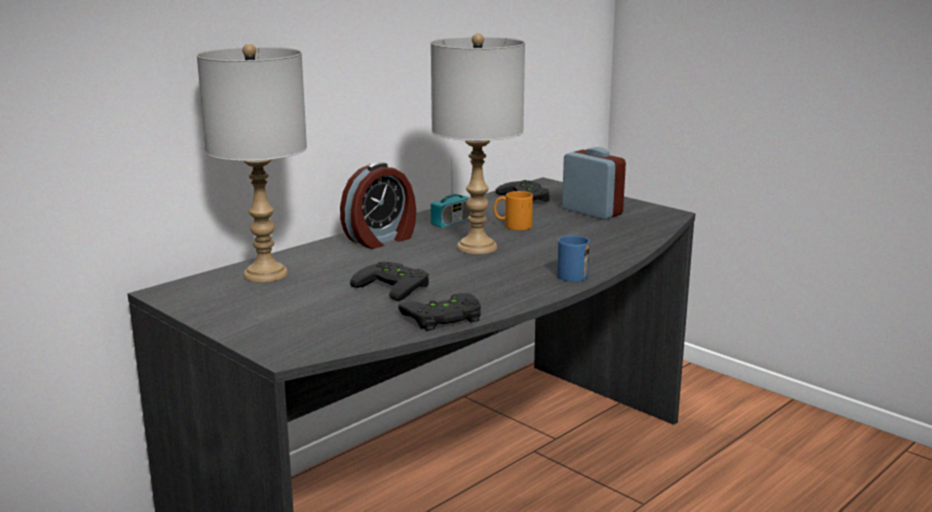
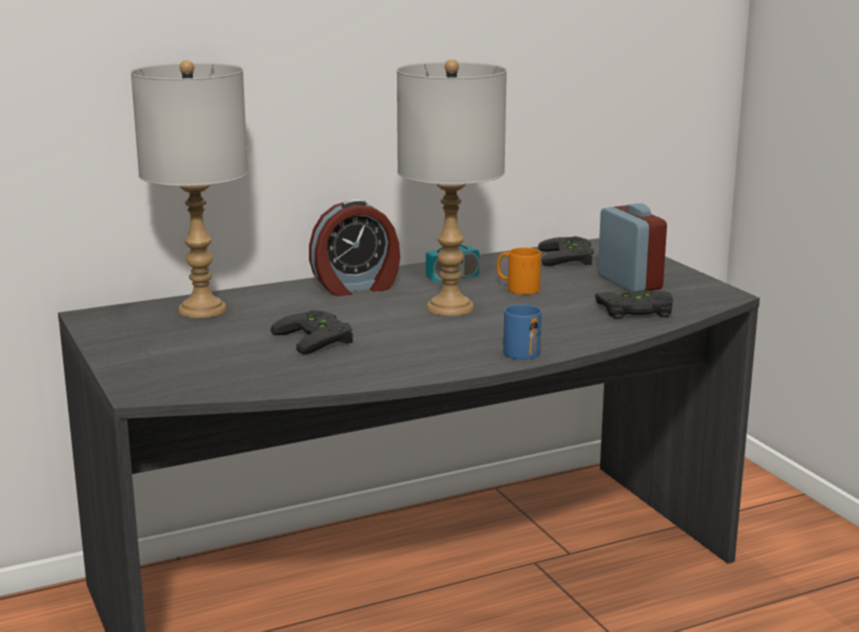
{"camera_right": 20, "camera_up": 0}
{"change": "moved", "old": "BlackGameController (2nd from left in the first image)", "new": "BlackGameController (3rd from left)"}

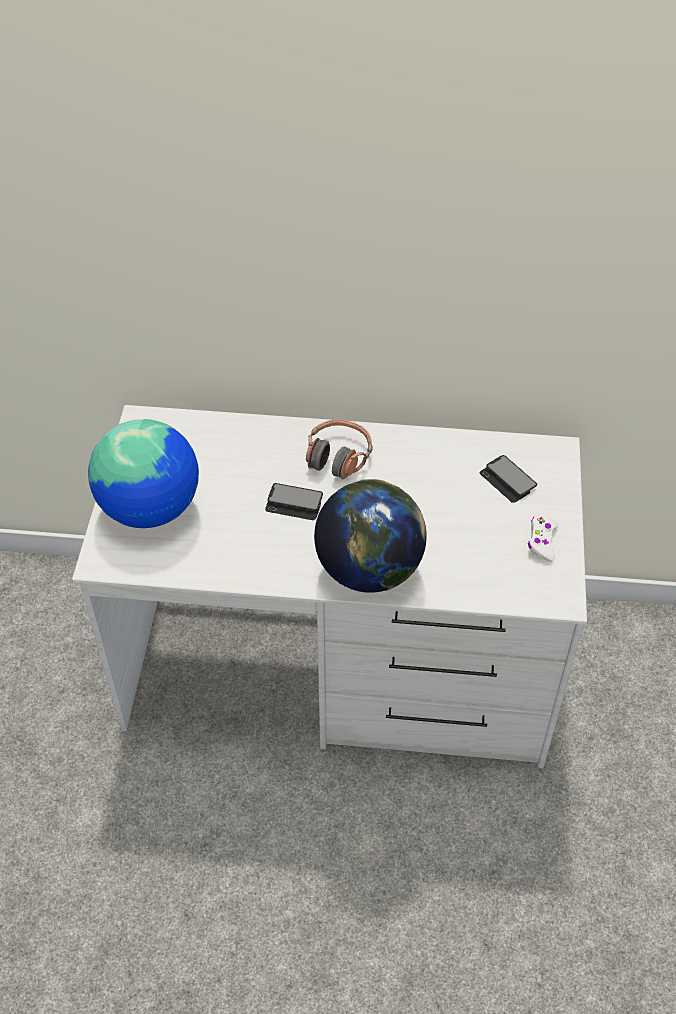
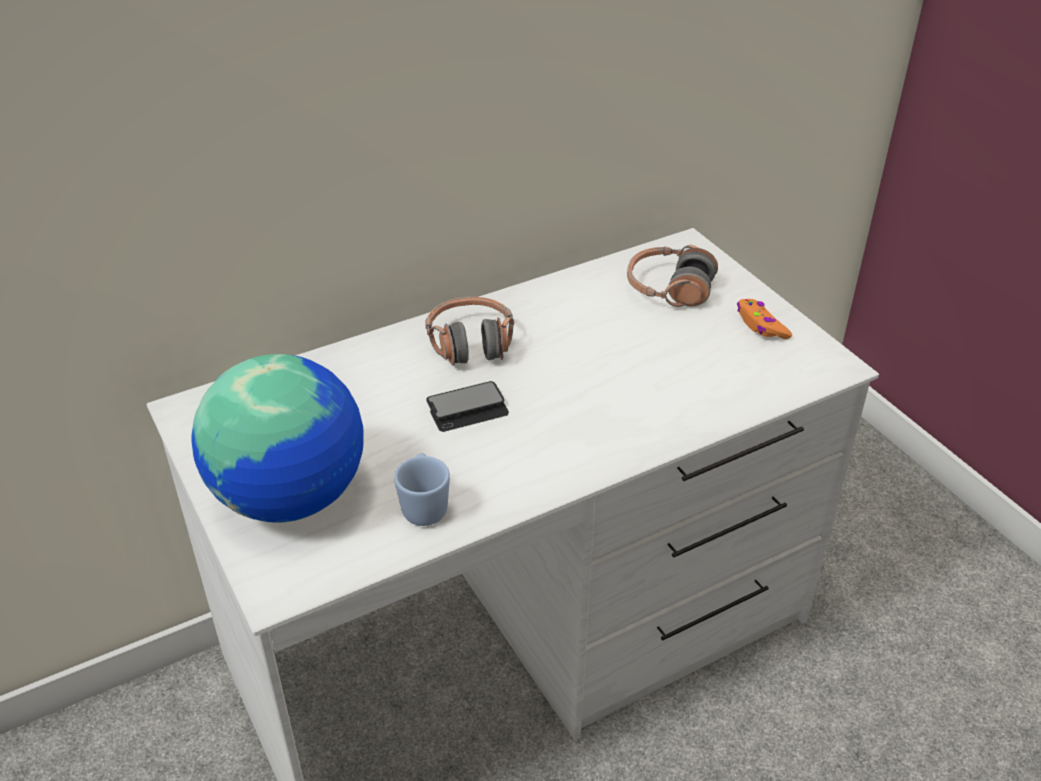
{"camera_right": -35, "camera_up": -10}
{"change": "added", "new": "BlueMug"}
{"change": "replaced", "old": "Phone (2nd from left)", "new": "Headphones (2nd from left)"}
{"change": "recoloured", "old": "WhiteGameController", "new": "OrangeGameController"}
{"change": "removed", "old": "Globe (2nd from left)"}

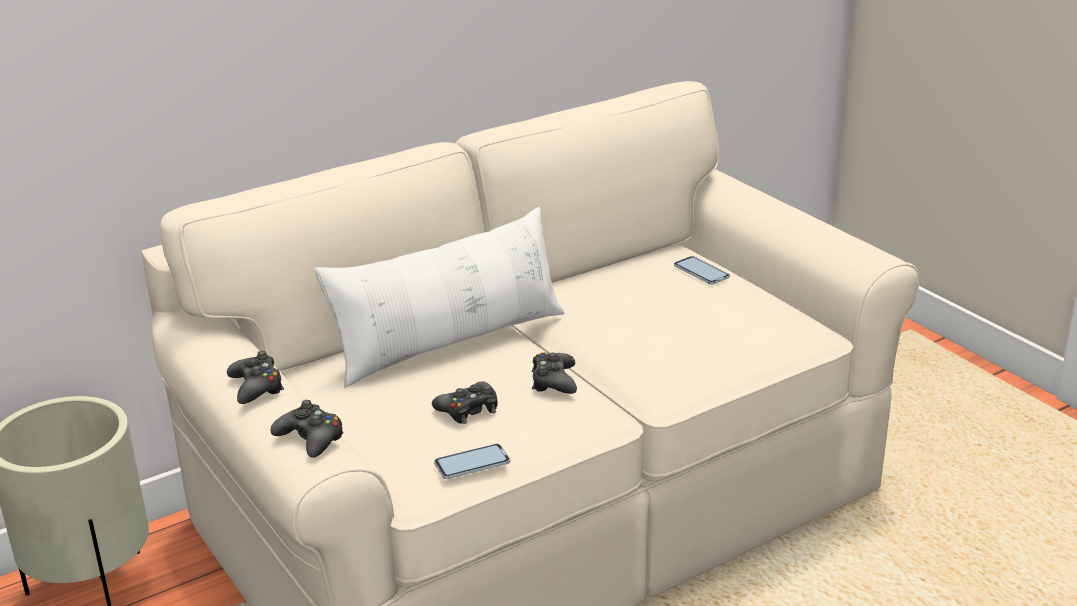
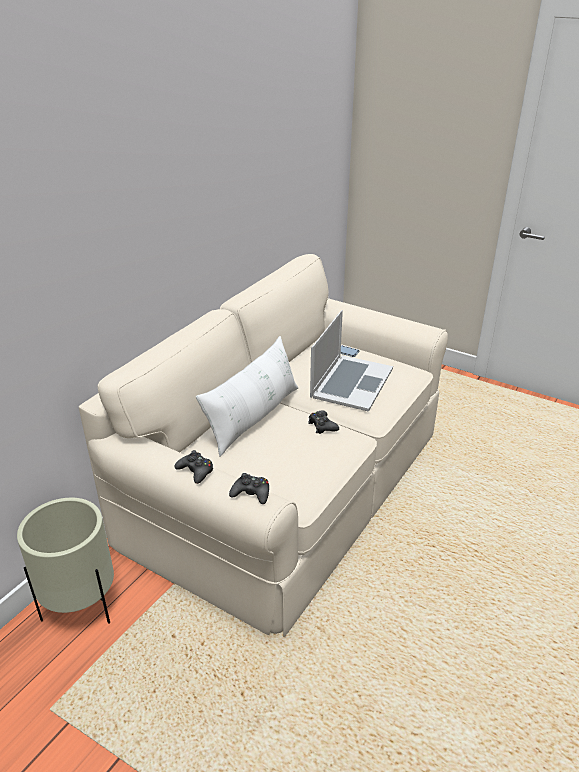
{"camera_right": -25, "camera_up": 5}
{"change": "added", "new": "Laptop"}
{"change": "removed", "old": "BlackGameController (3rd from left)"}
{"change": "removed", "old": "Phone (1st from left)"}

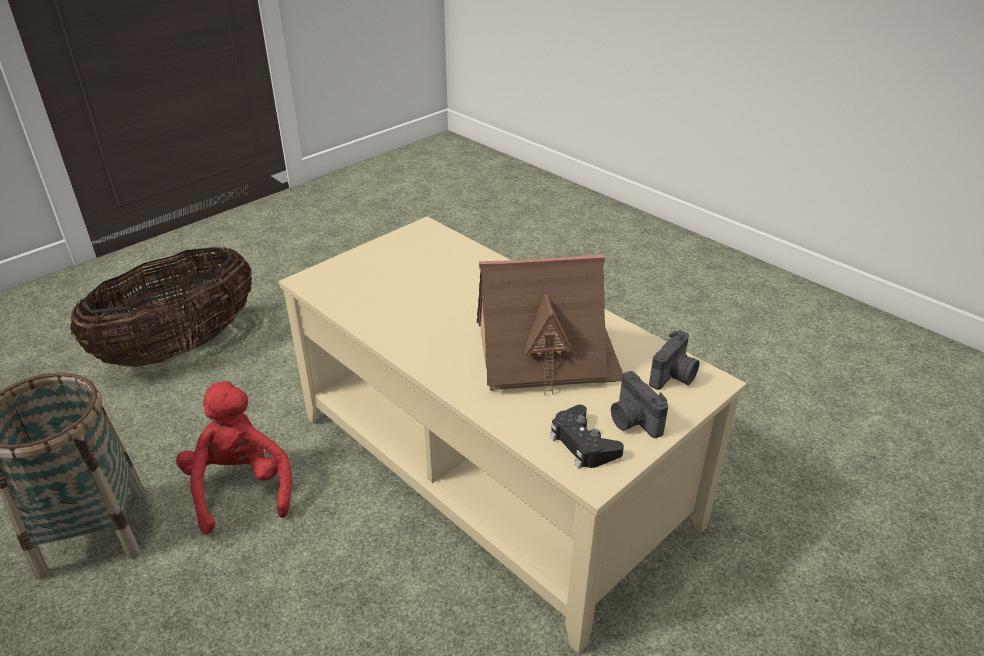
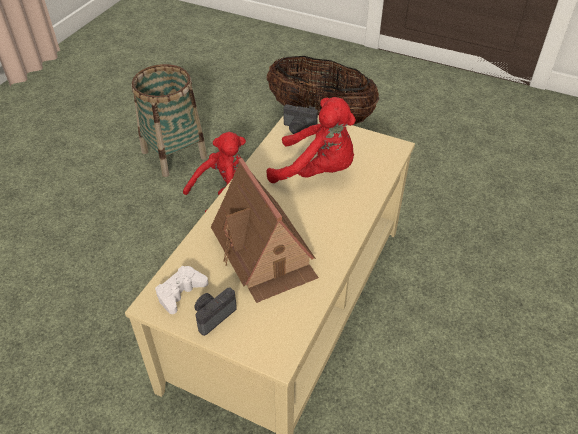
{"camera_right": 70, "camera_up": 10}
{"change": "recoloured", "old": "BlackGameController", "new": "WhiteGameController"}
{"change": "added", "new": "RedPlushToy (2nd from left)"}
{"change": "moved", "old": "PhotoCamera (2nd from left)"}

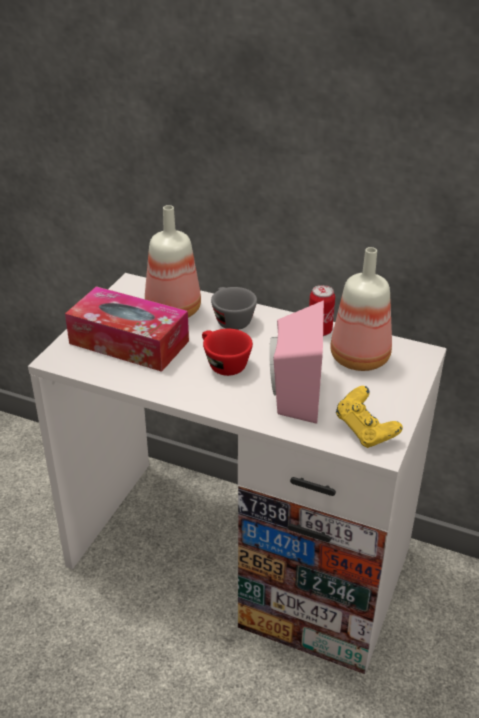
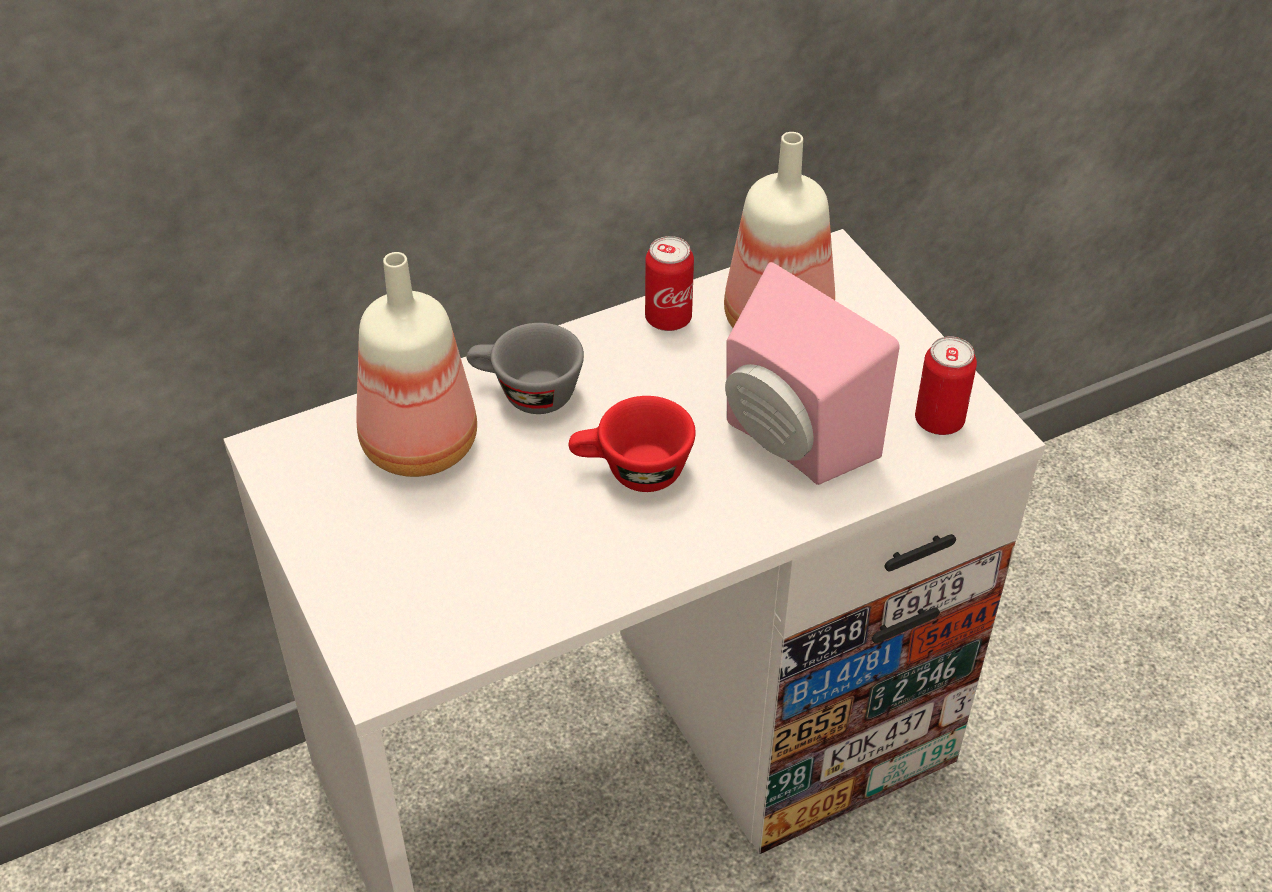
{"camera_right": -50, "camera_up": 10}
{"change": "replaced", "old": "YellowGameController", "new": "Can (2nd from left)"}
{"change": "removed", "old": "TissueBox"}

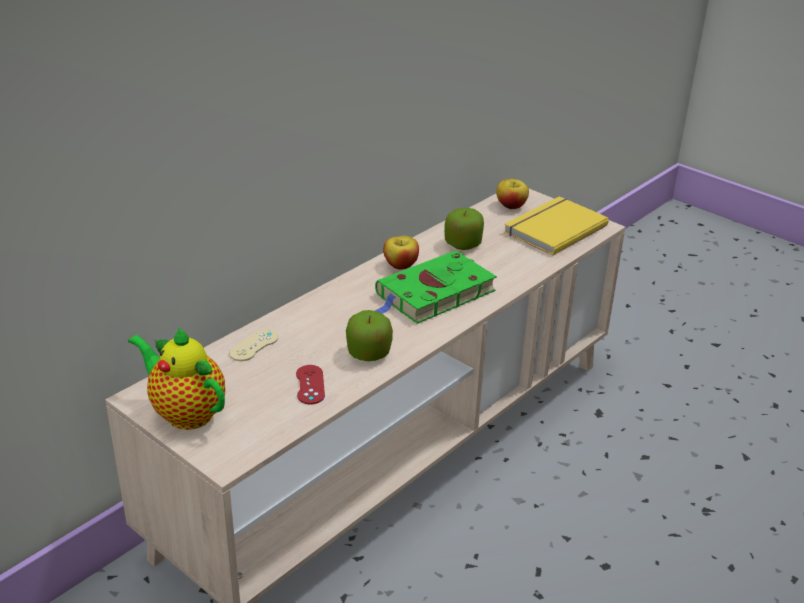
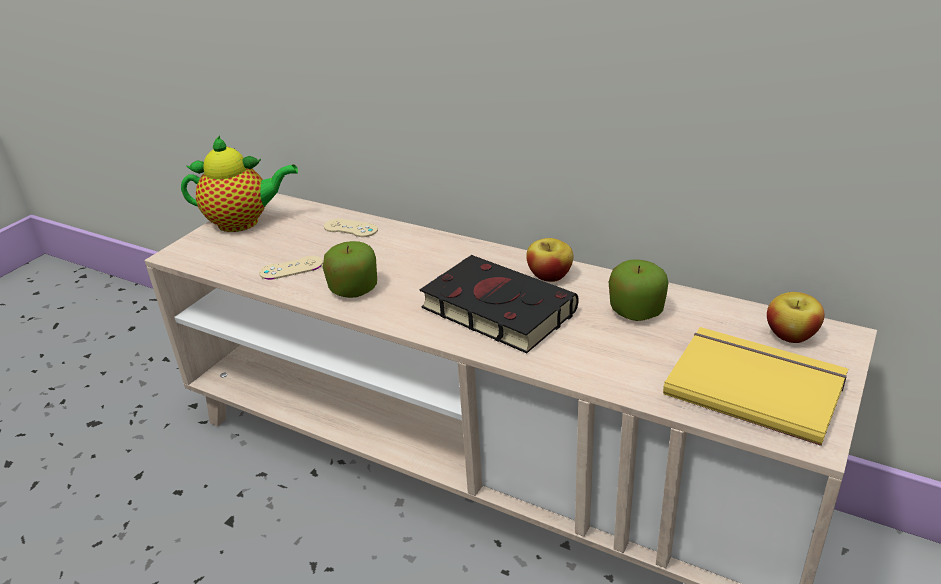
{"camera_right": 80, "camera_up": 0}
{"change": "turned", "old": "Teapot", "degrees": 60}
{"change": "recoloured", "old": "RedGameController", "new": "BeigeGameController (1st from left)"}
{"change": "recoloured", "old": "GreenBook", "new": "BlackBook"}

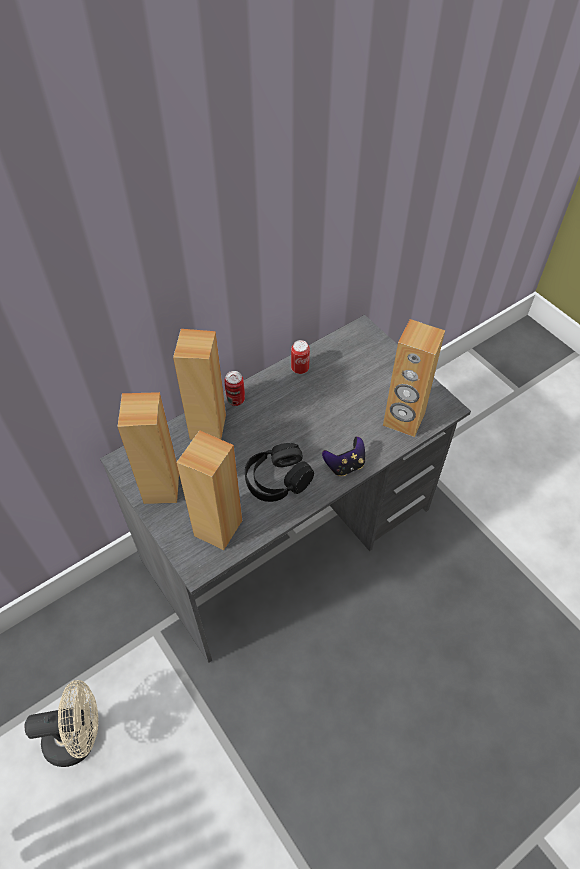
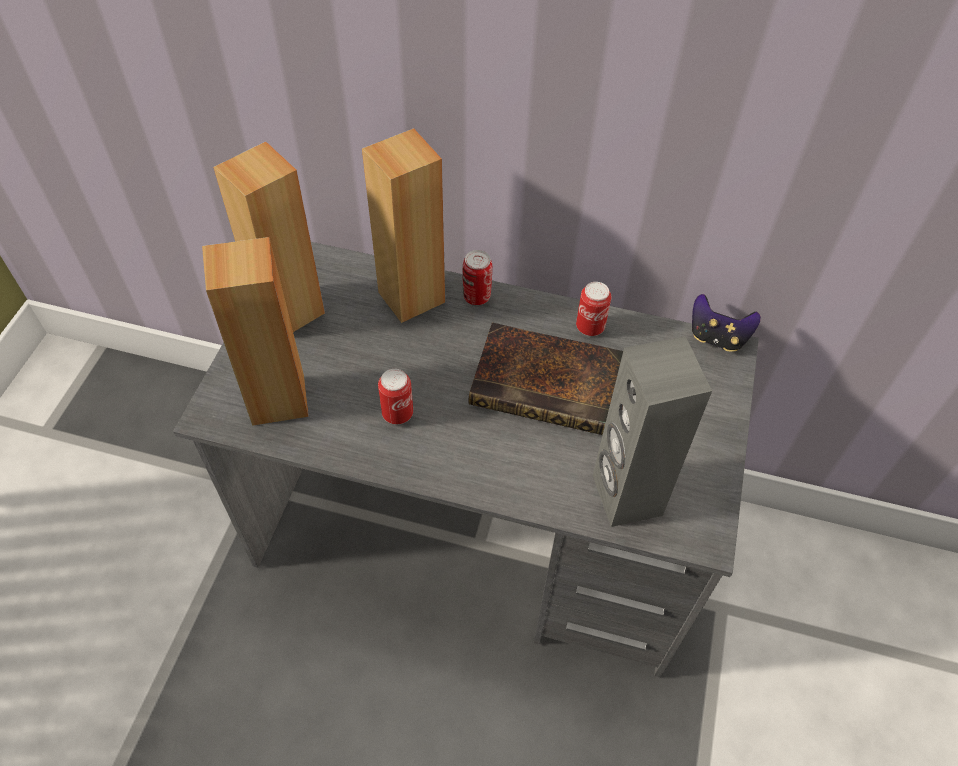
{"camera_right": 50, "camera_up": 0}
{"change": "replaced", "old": "BlackHeadphones", "new": "Can (1st from left)"}
{"change": "added", "new": "Book"}
{"change": "recoloured", "old": "BrownSpeaker (4th from left)", "new": "GreySpeaker"}
{"change": "moved", "old": "GameController"}
{"change": "removed", "old": "BeigeFan"}

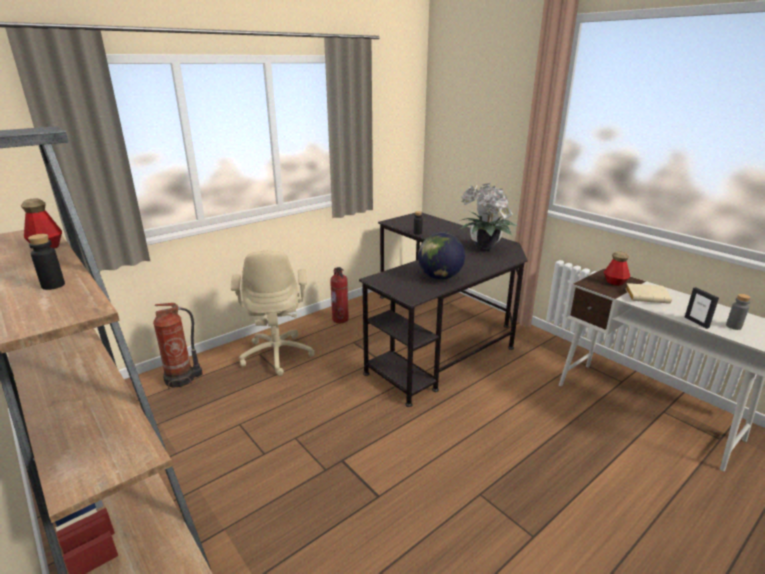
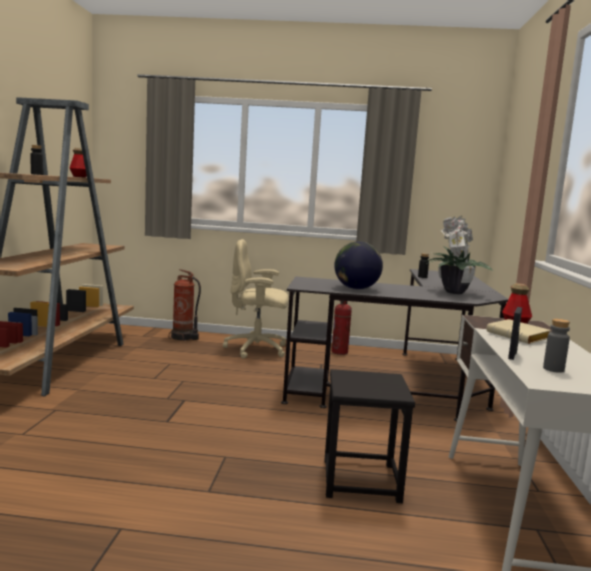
{"camera_right": 45, "camera_up": -15}
{"change": "turned", "old": "BeigeOfficeChair", "degrees": 60}
{"change": "added", "new": "BlackStool"}

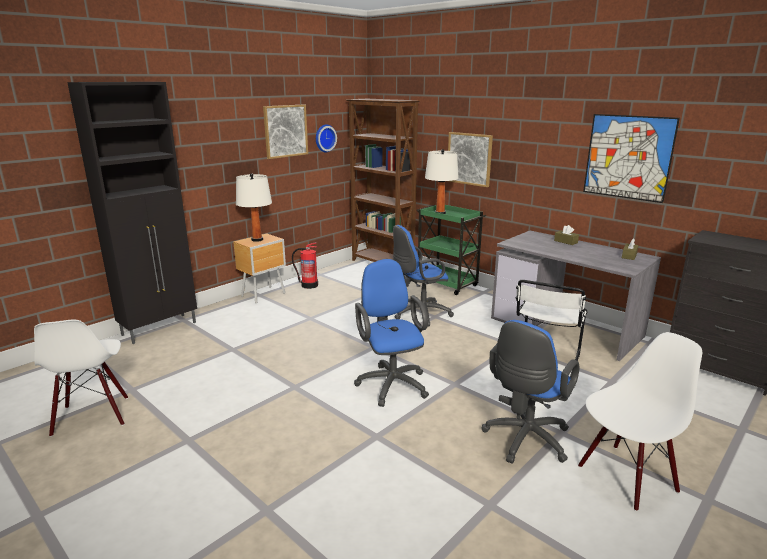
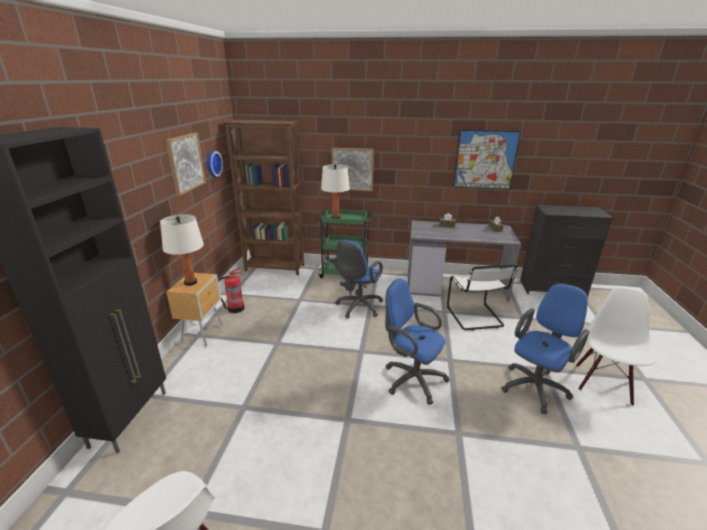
{"camera_right": -35, "camera_up": 5}
{"change": "turned", "old": "BlueOfficeChair (3rd from left)", "degrees": -135}

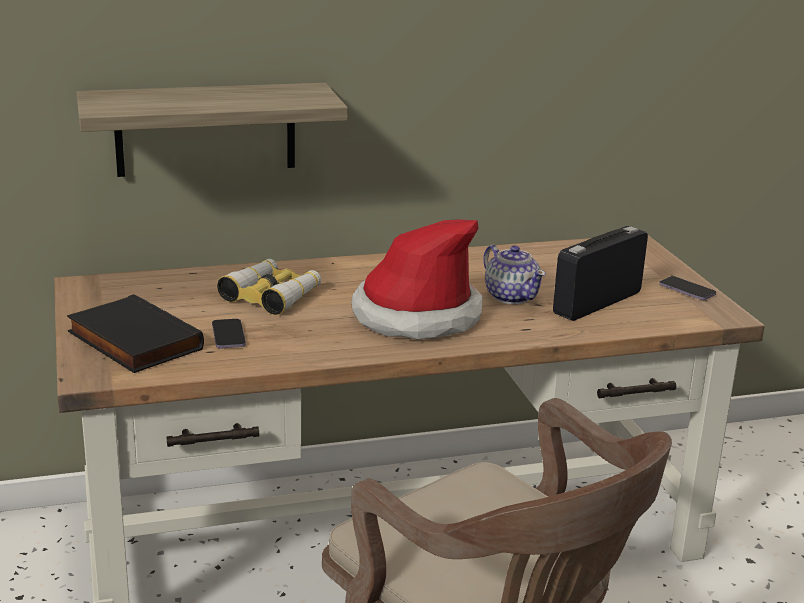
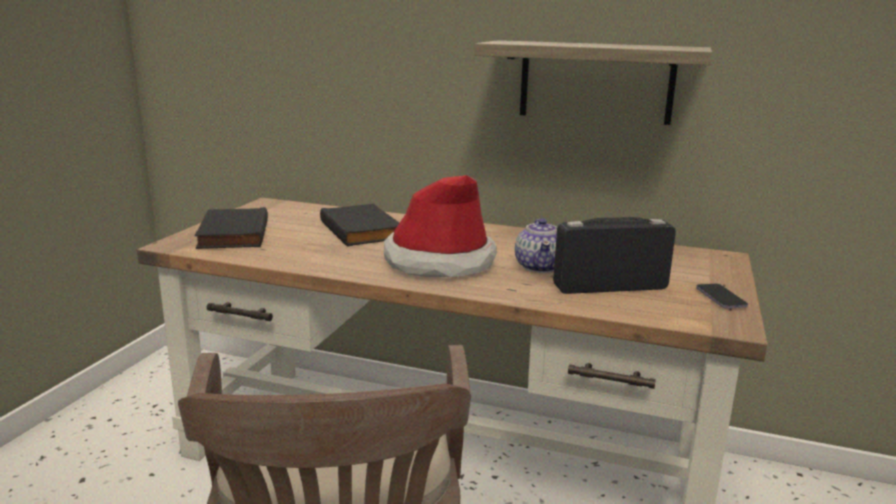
{"camera_right": 35, "camera_up": -5}
{"change": "replaced", "old": "Binoculars", "new": "BlackBook (2nd from left)"}
{"change": "moved", "old": "Shelf"}
{"change": "removed", "old": "Phone (1st from left)"}

